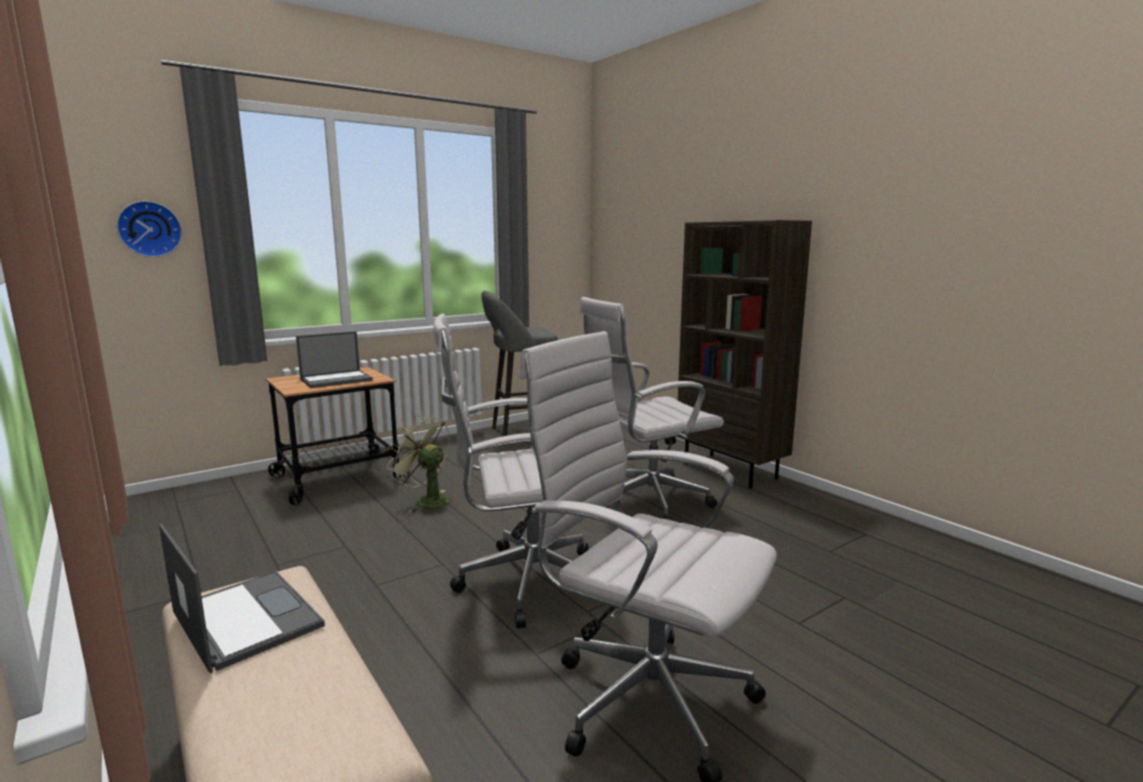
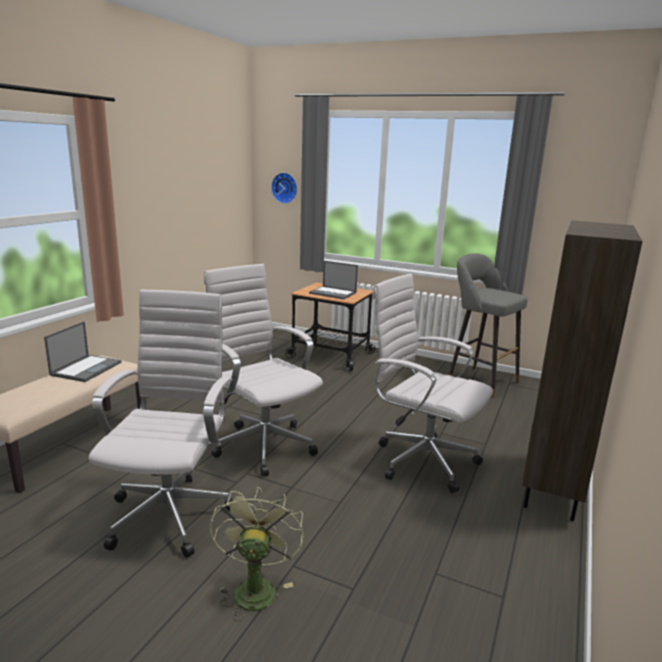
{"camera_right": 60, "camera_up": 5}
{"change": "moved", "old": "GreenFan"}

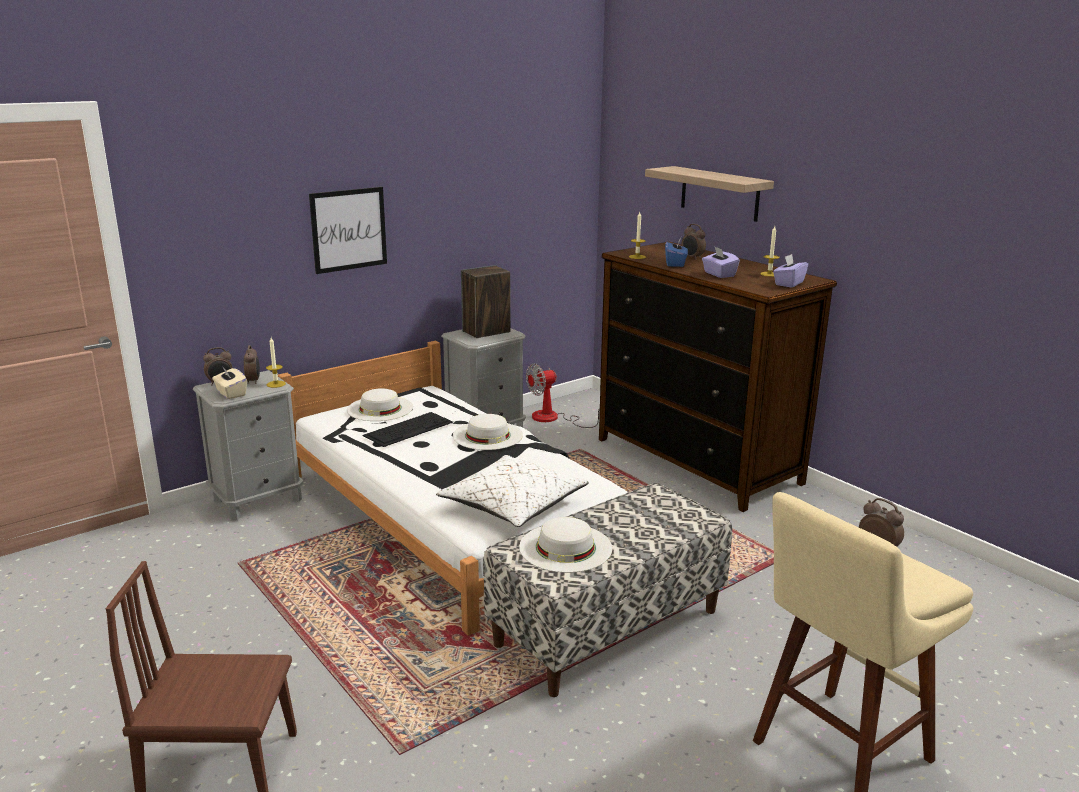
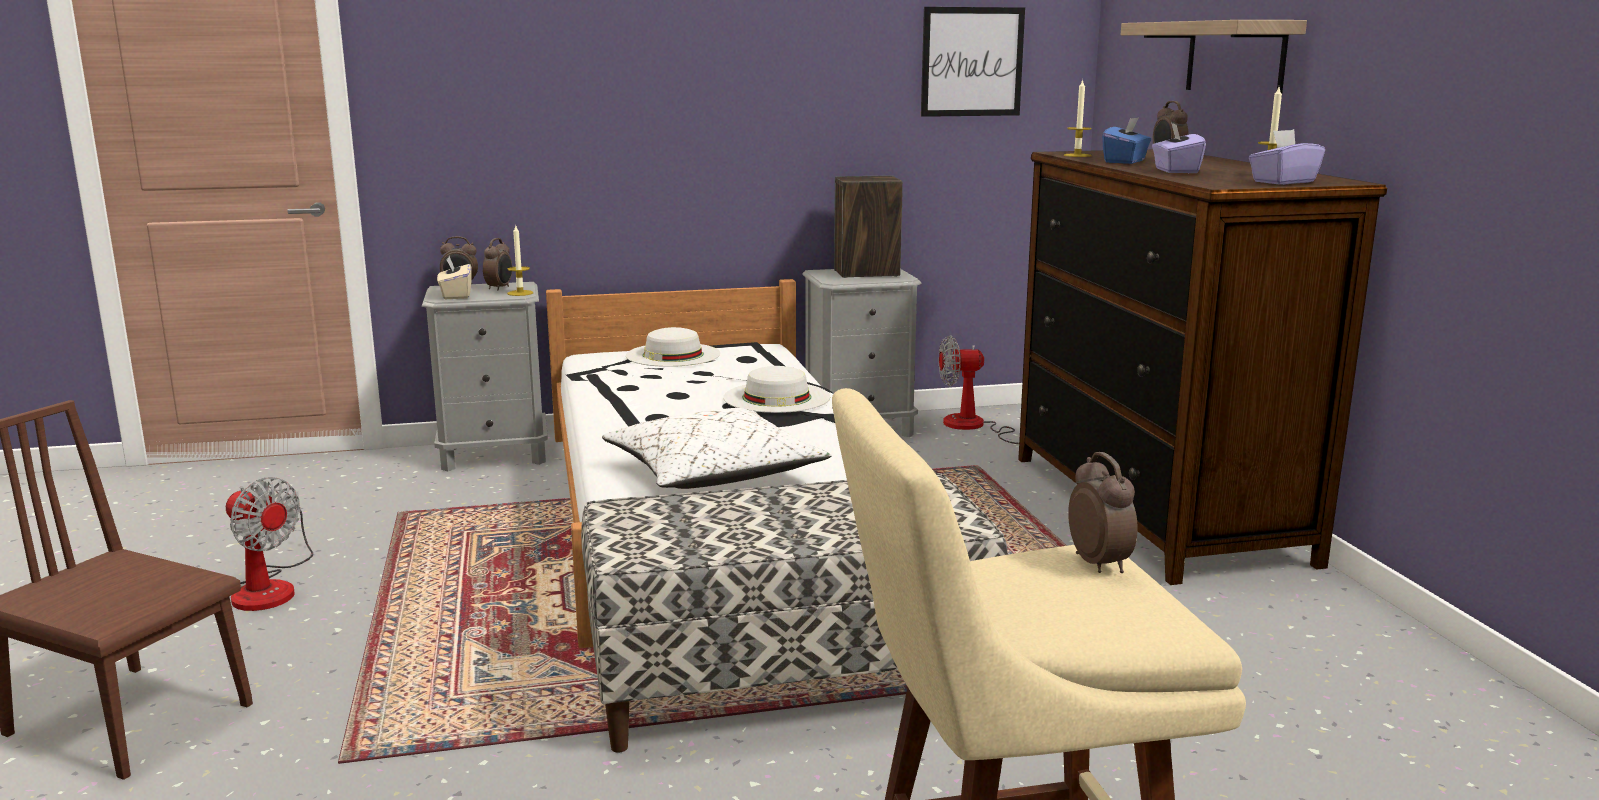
{"camera_right": 25, "camera_up": -5}
{"change": "added", "new": "Fan (1st from left)"}
{"change": "moved", "old": "Picture"}
{"change": "removed", "old": "Keyboard"}
{"change": "removed", "old": "WhiteHat (3rd from left)"}

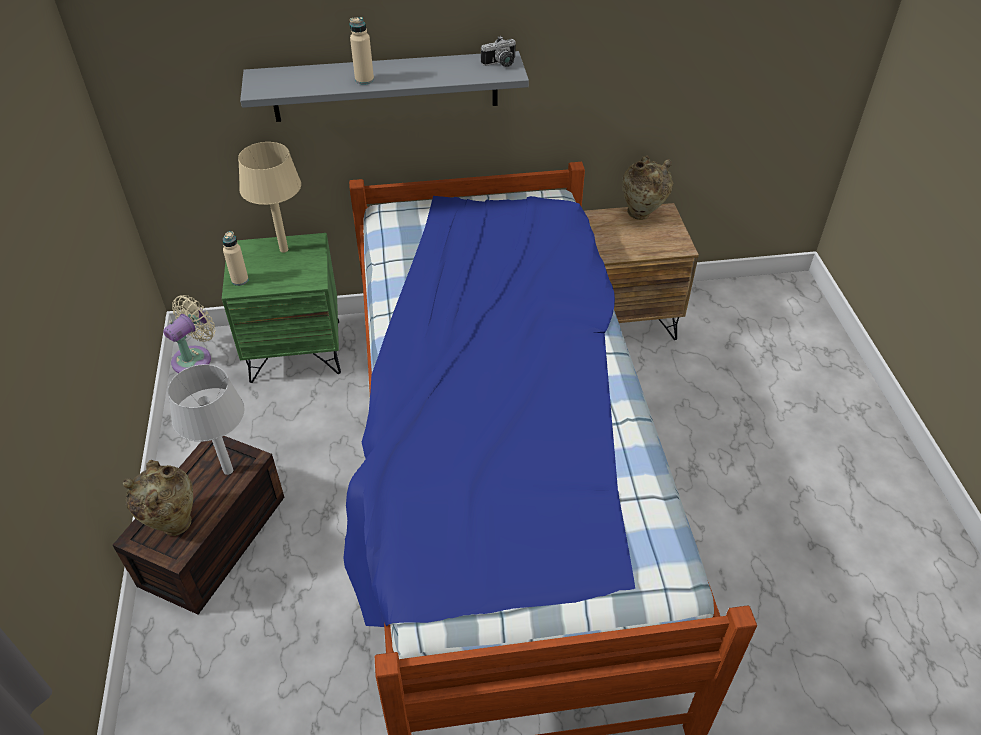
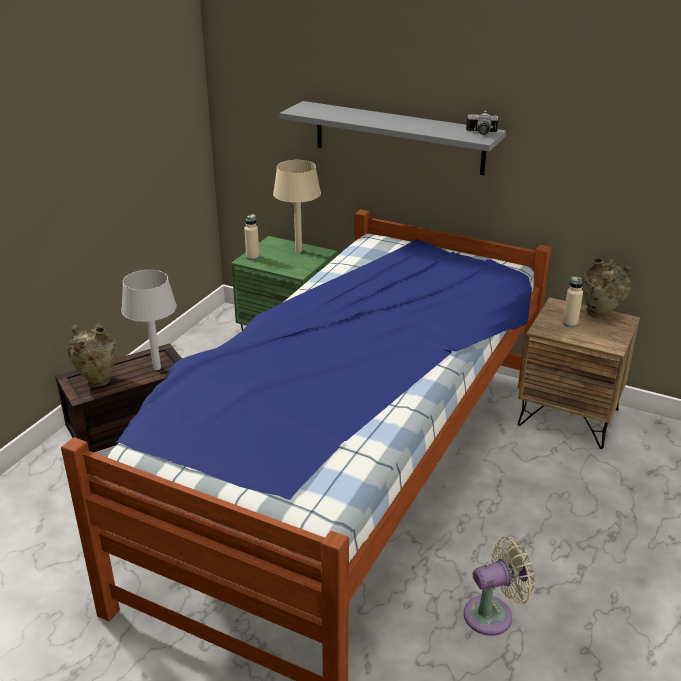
{"camera_right": 35, "camera_up": -15}
{"change": "moved", "old": "BeigeFan"}
{"change": "moved", "old": "BeigeBottle (2nd from left)"}

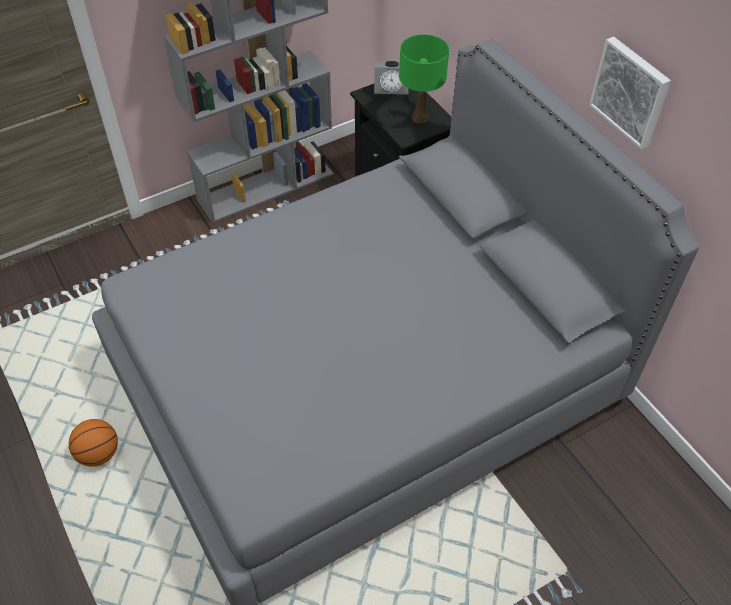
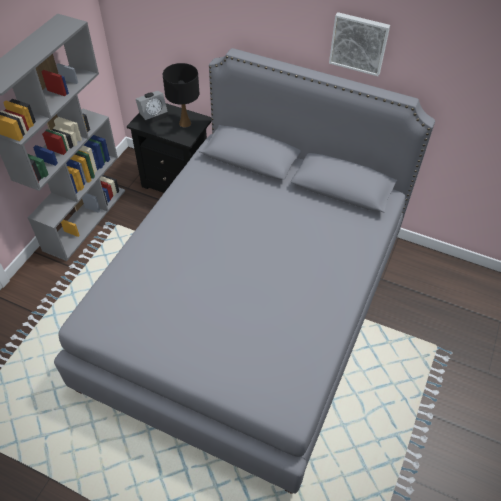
{"camera_right": -35, "camera_up": 0}
{"change": "recoloured", "old": "GreenTableLamp", "new": "BlackTableLamp"}
{"change": "removed", "old": "Basketball"}

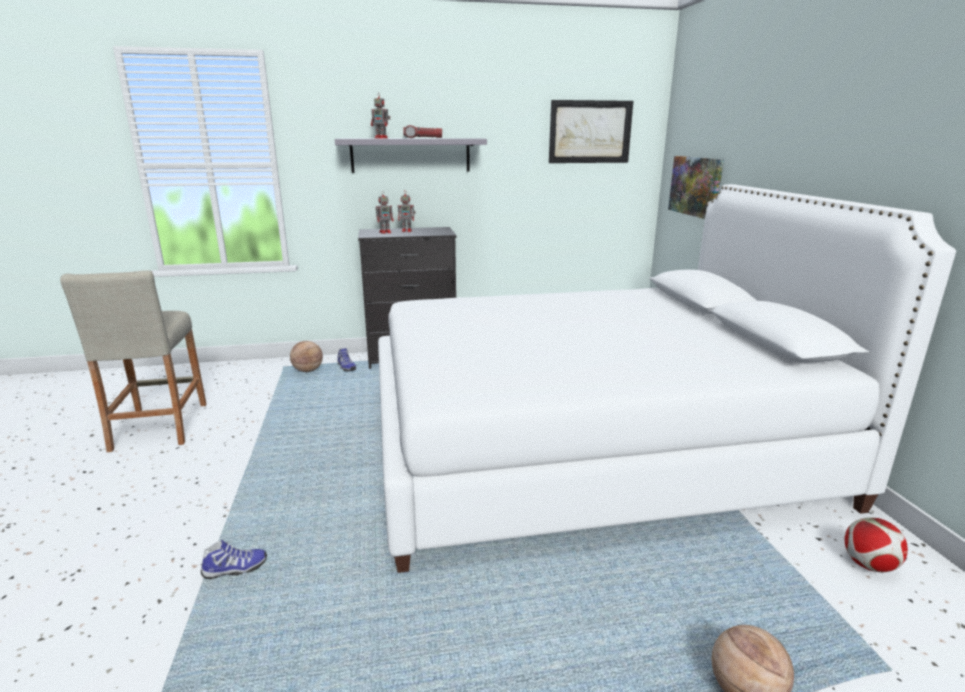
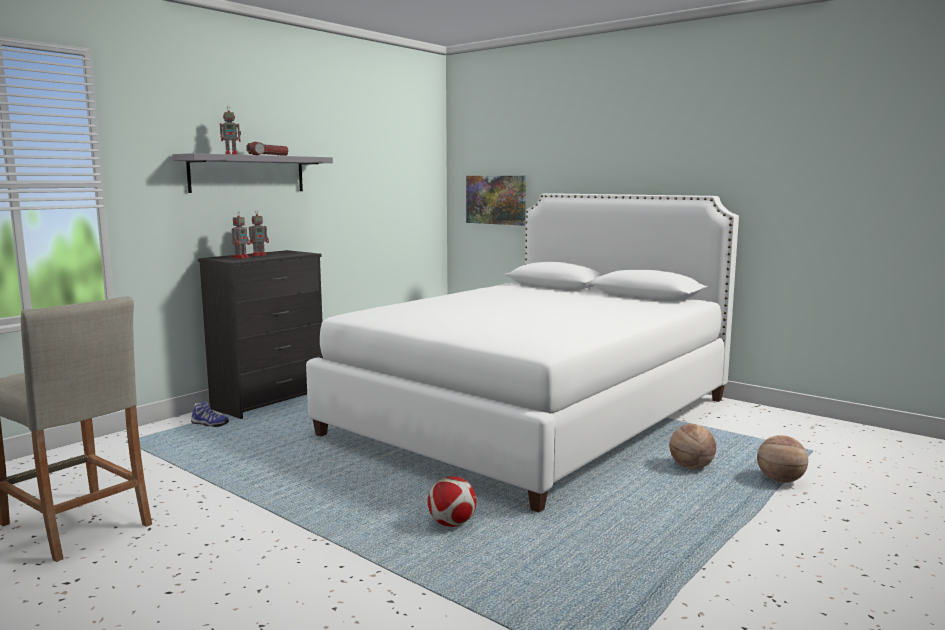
{"camera_right": -40, "camera_up": -10}
{"change": "moved", "old": "Football"}
{"change": "moved", "old": "Basketball (1st from left)"}
{"change": "removed", "old": "Shoe (1st from left)"}
{"change": "removed", "old": "Picture (1st from left)"}

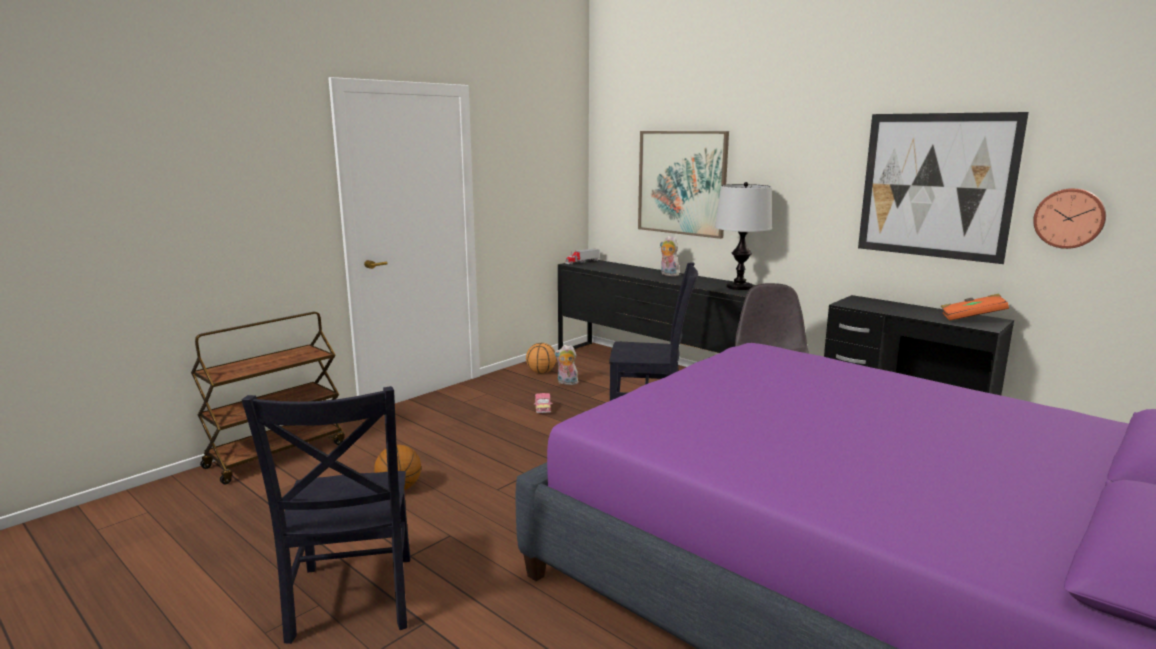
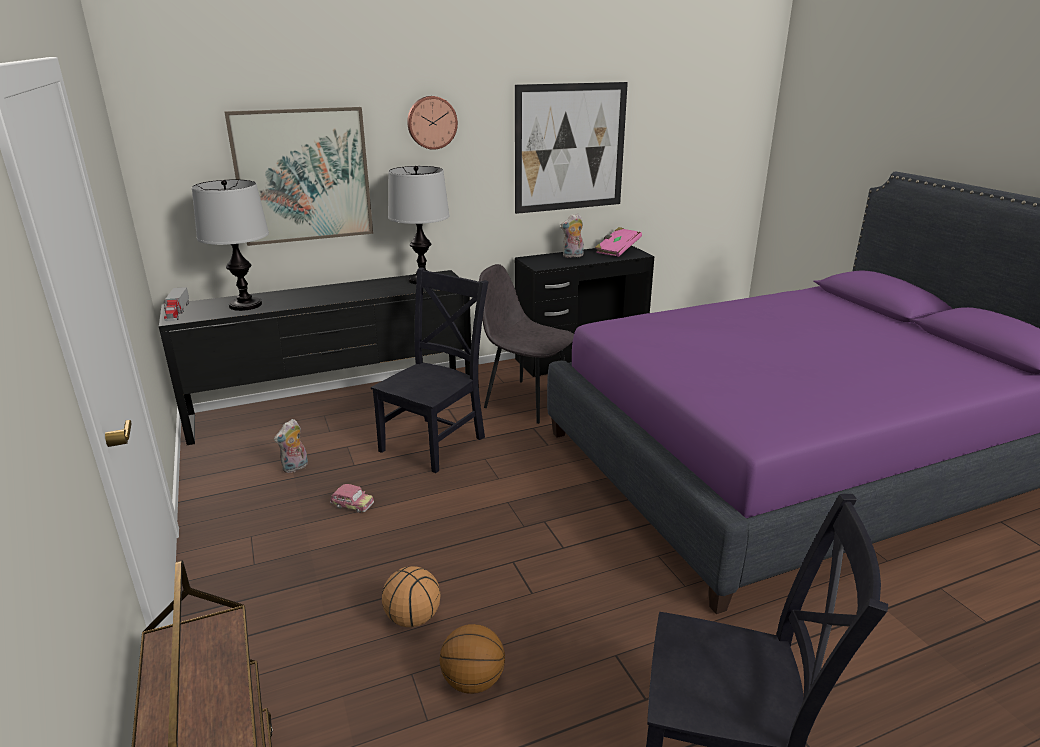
{"camera_right": -65, "camera_up": 10}
{"change": "added", "new": "TableLamp (1st from left)"}
{"change": "moved", "old": "Basketball (2nd from left in the first image)", "new": "Basketball (1st from left)"}
{"change": "moved", "old": "WallClock"}
{"change": "moved", "old": "PlushToy (2nd from left)"}
{"change": "recoloured", "old": "OrangeBook", "new": "PinkBook"}

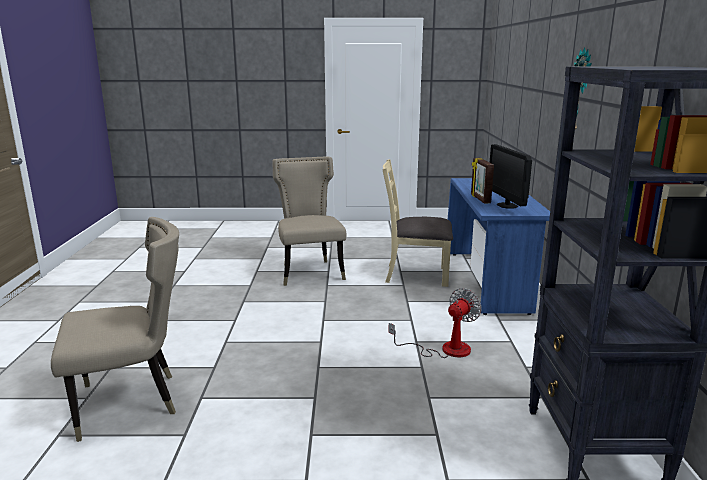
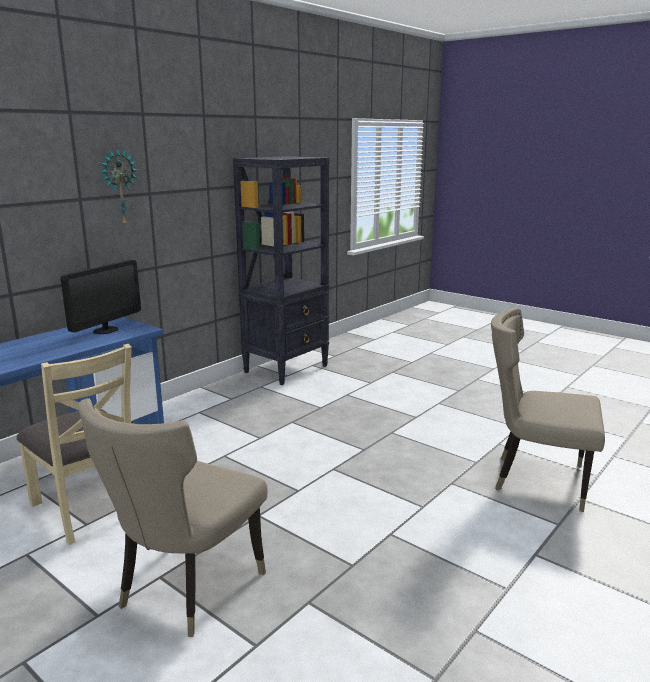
{"camera_right": -140, "camera_up": 0}
{"change": "removed", "old": "Fan"}
{"change": "removed", "old": "PictureFrame"}

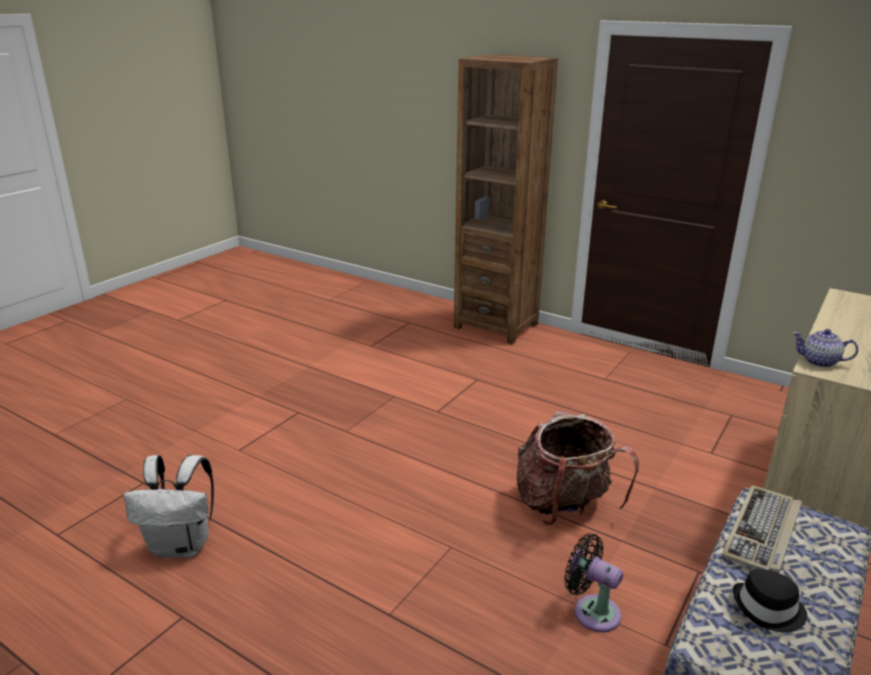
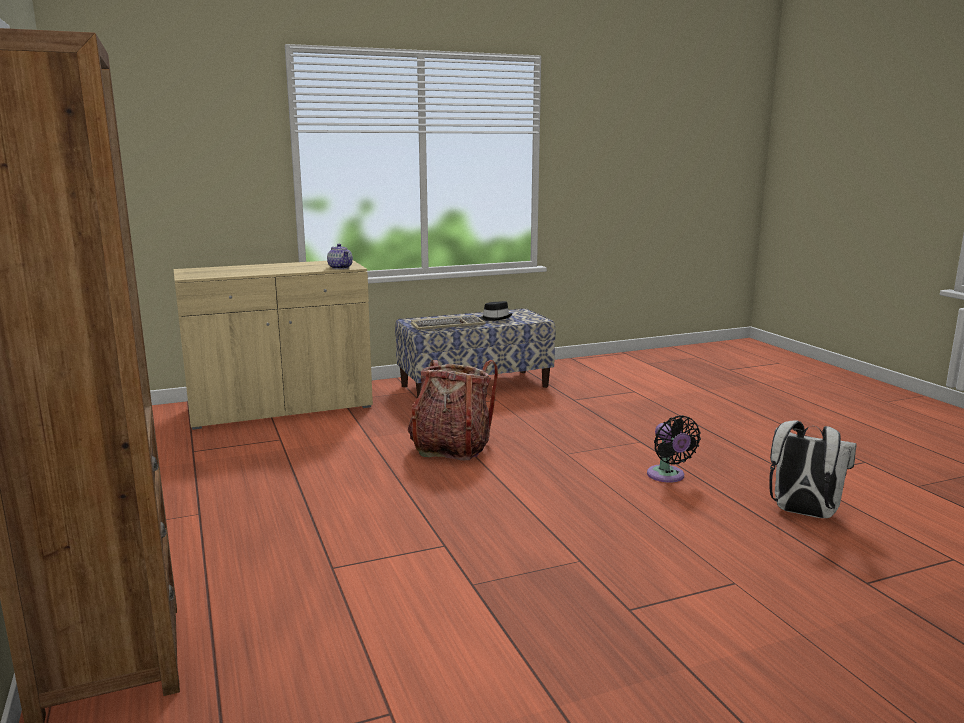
{"camera_right": -145, "camera_up": -10}
{"change": "moved", "old": "BlackFan"}

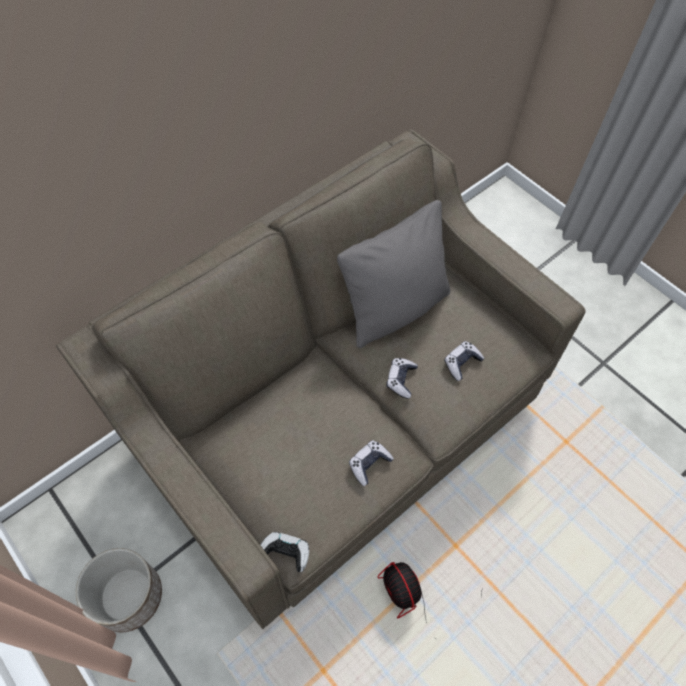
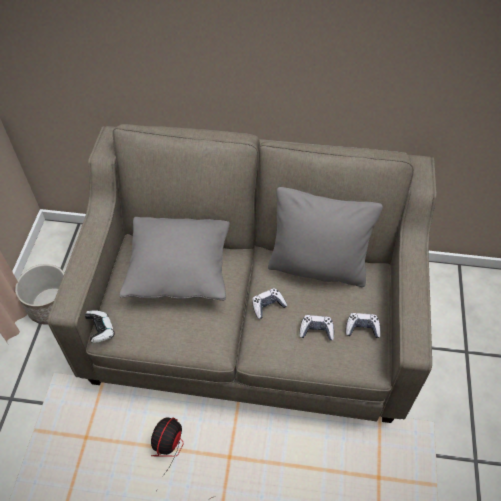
{"camera_right": 50, "camera_up": -5}
{"change": "added", "new": "GreyPillow (1st from left)"}
{"change": "moved", "old": "GameController (2nd from left in the first image)", "new": "GameController (4th from left)"}

